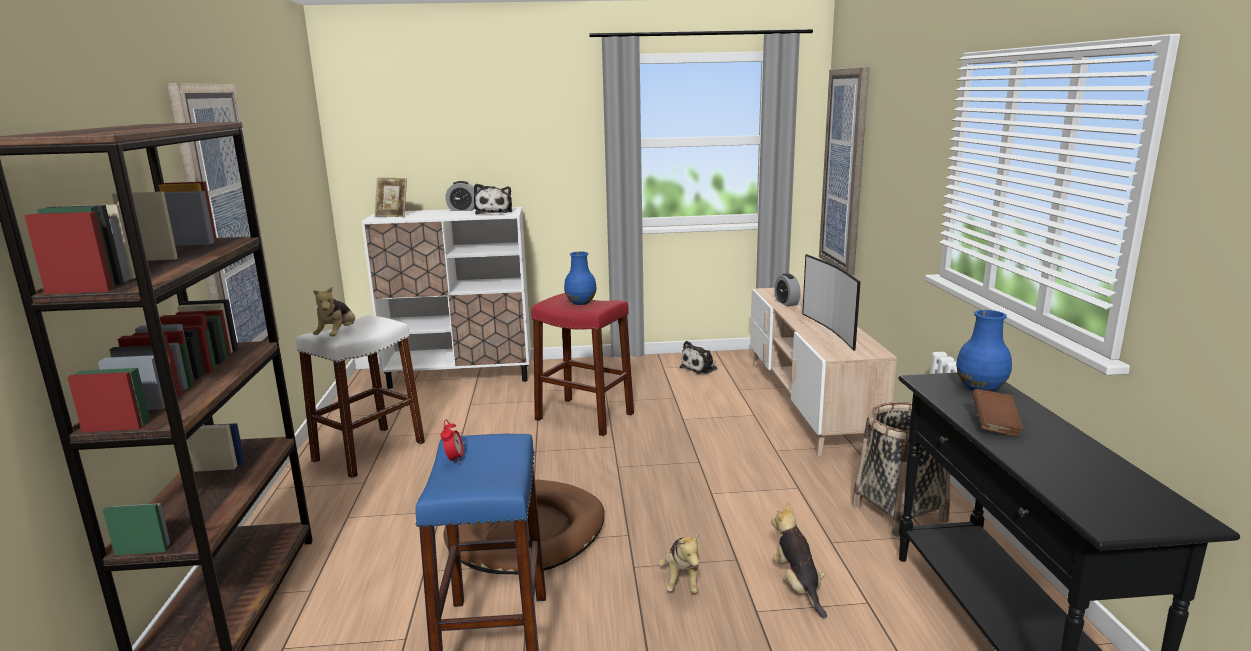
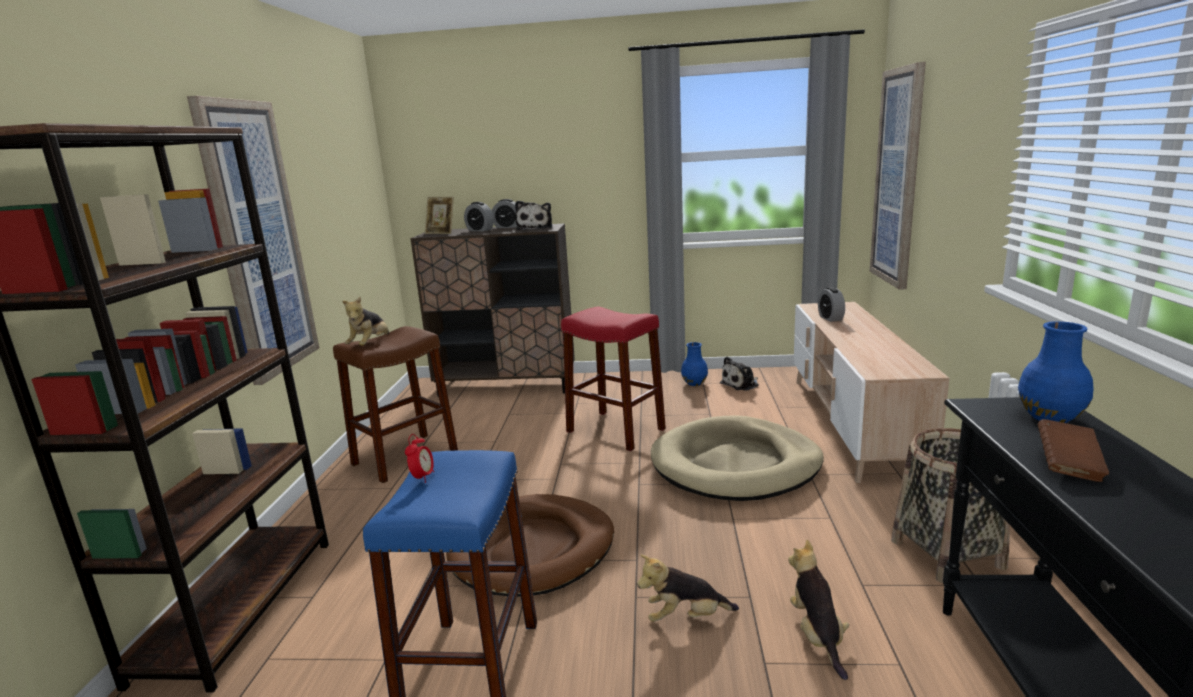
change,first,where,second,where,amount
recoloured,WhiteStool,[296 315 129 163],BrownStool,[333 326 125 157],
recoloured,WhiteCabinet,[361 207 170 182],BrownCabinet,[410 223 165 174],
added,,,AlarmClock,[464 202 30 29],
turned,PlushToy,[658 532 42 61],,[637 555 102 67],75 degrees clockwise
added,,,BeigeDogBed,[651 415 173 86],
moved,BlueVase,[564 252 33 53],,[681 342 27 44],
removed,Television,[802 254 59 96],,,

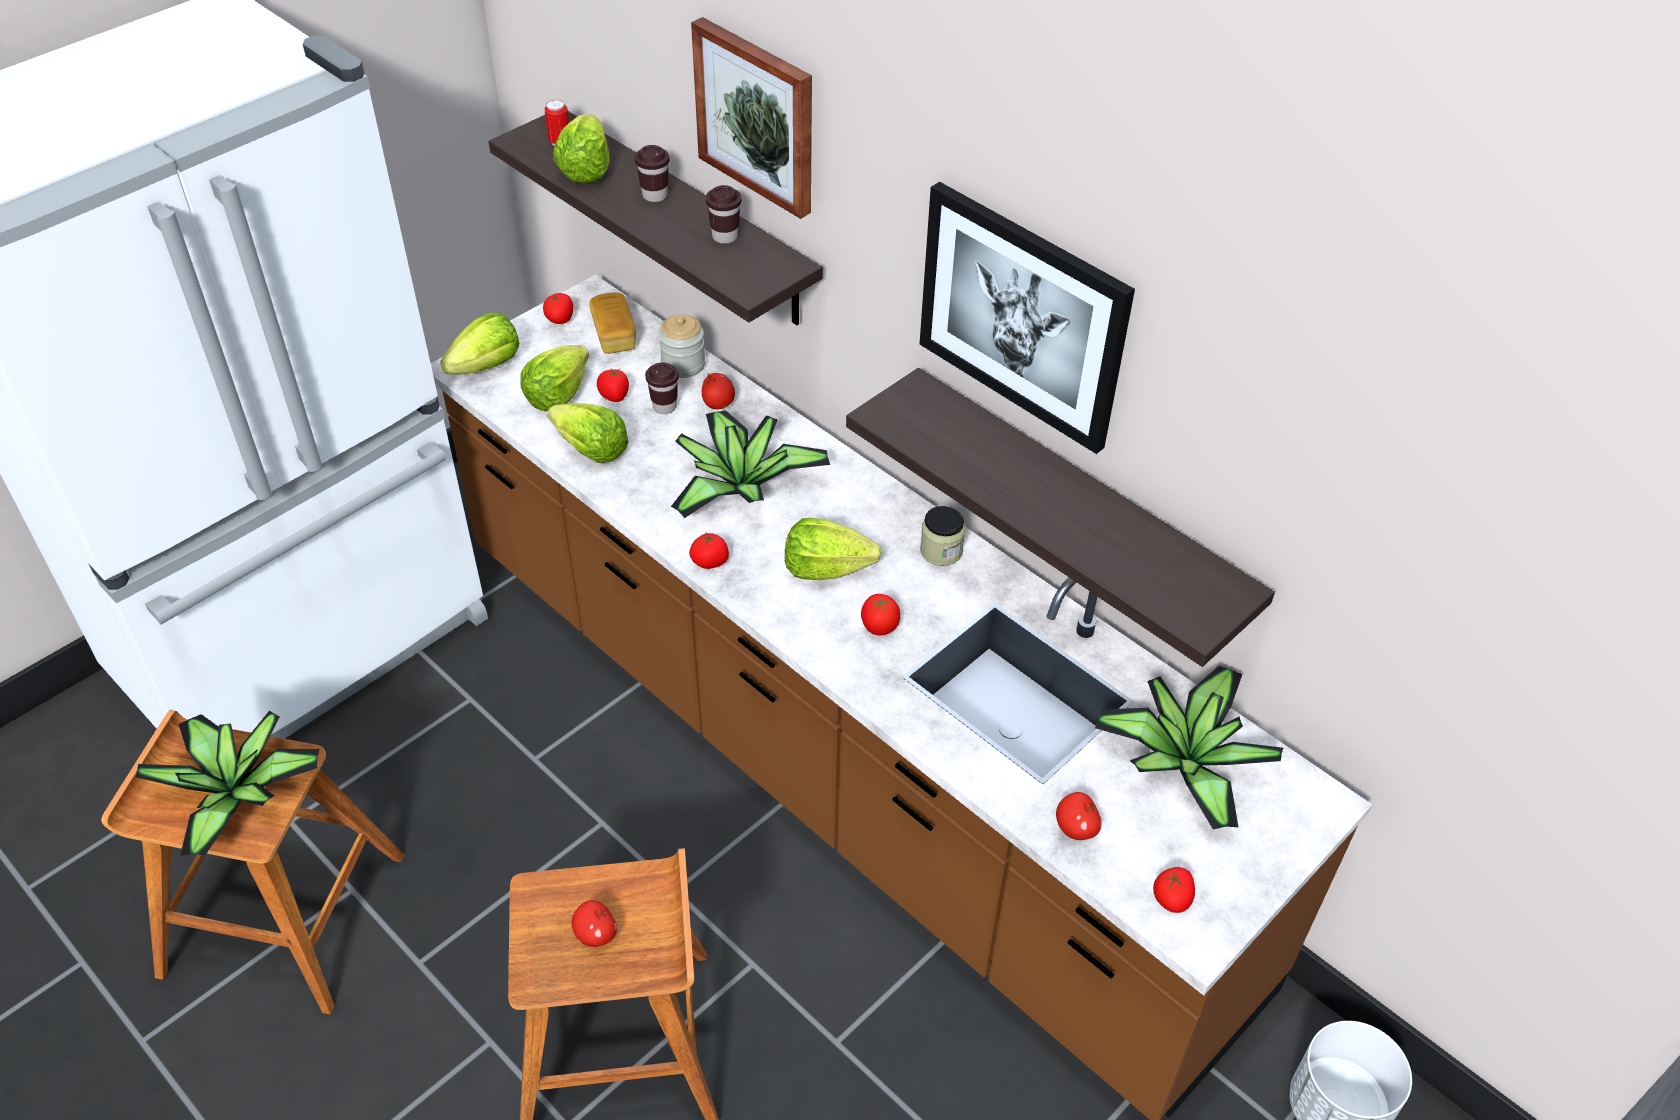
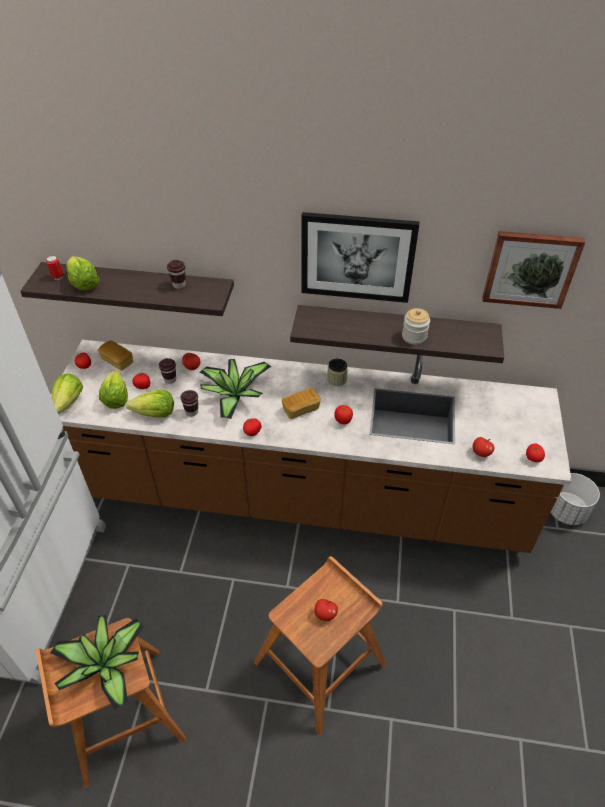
change,first,where,second,where,amount
moved,BrownCup,[635 145 35 57],,[180 390 18 26],
replaced,Lettuce,[785 518 97 62],Bread,[282 388 39 31],
moved,Jar,[659 314 46 64],,[402 308 28 37],
moved,Picture,[691 17 121 202],,[482 231 103 78],
removed,PottedPlant,[1095 666 188 164],,,

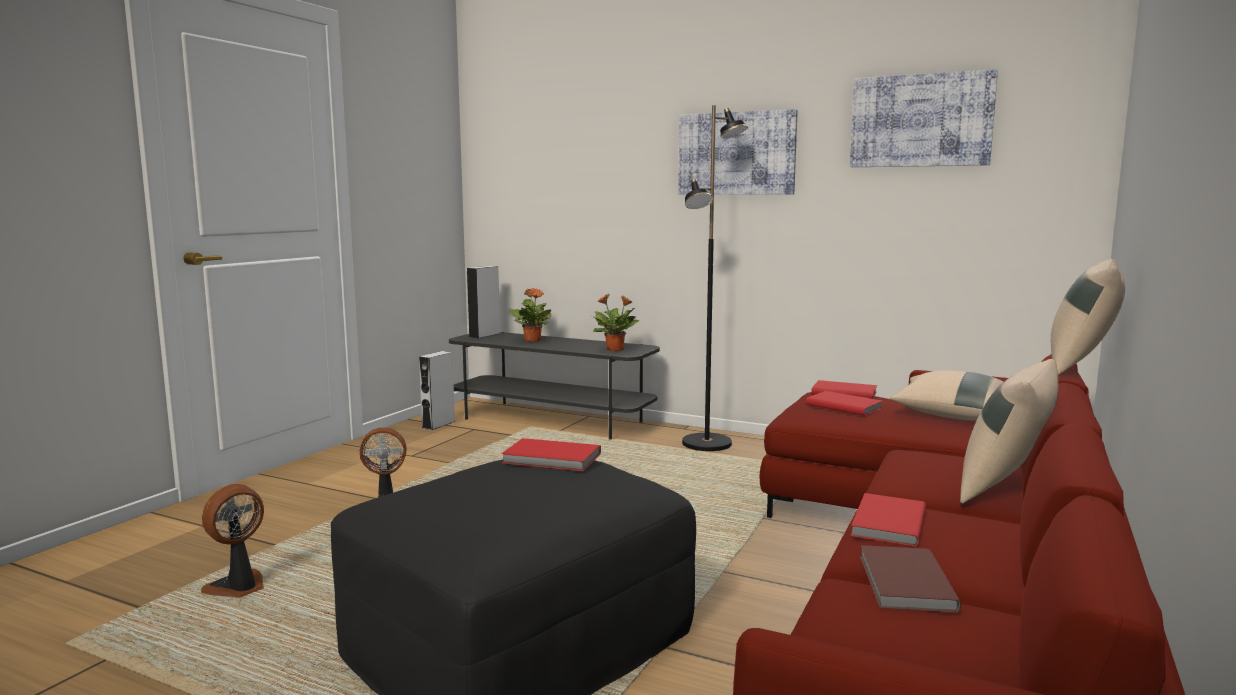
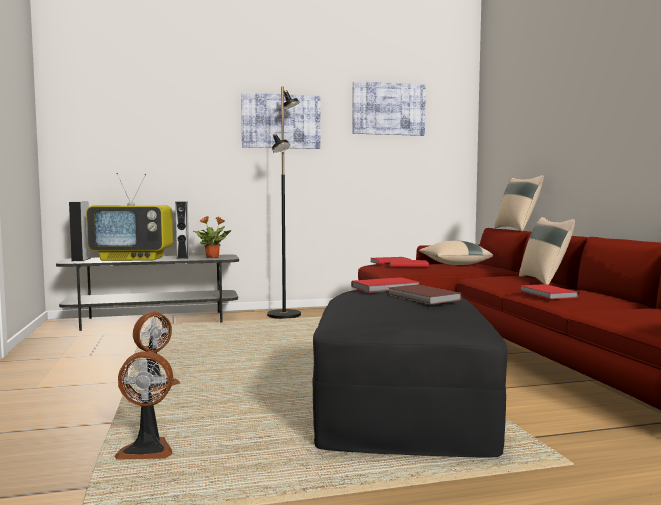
change,first,where,second,where,amount
replaced,PottedPlant,[509 288 42 54],Television,[86 173 87 88],
turned,Fan,[201 484 63 114],,[115 351 58 109],90 degrees counterclockwise
moved,GreySpeaker,[419 351 36 79],,[175 202 14 57],
moved,BrownBook,[860 545 102 68],,[388 284 75 21],

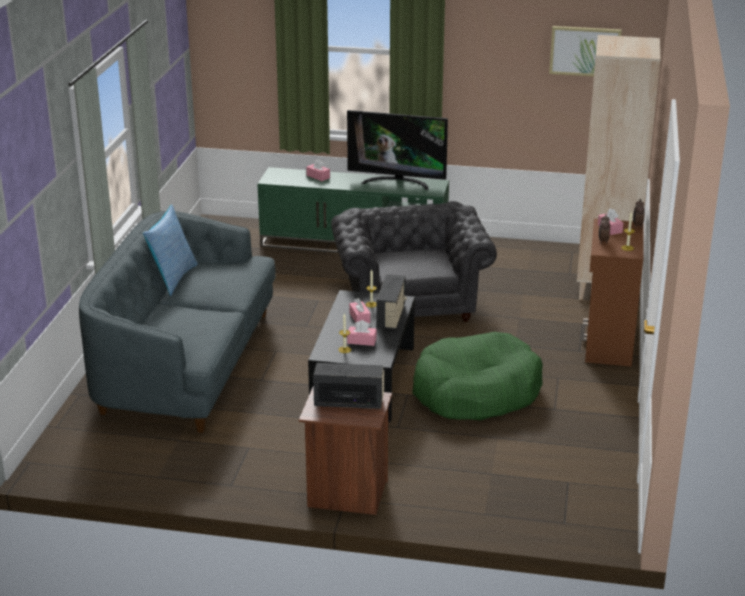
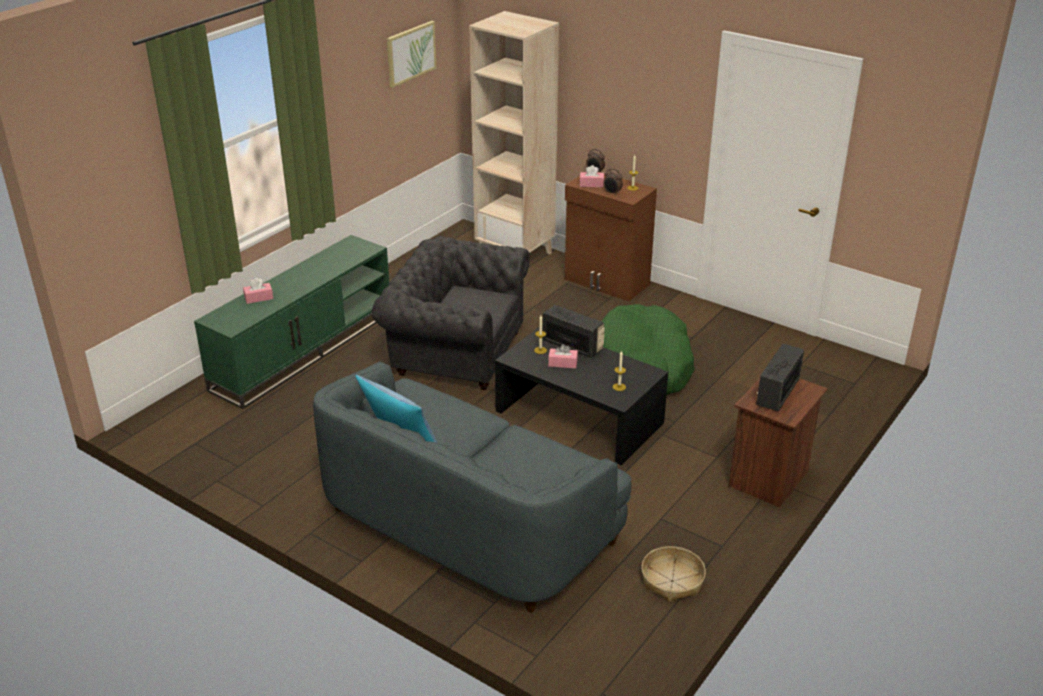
change,first,where,second,where,amount
added,,,Basket,[641 546 65 56],
removed,Television,[347 110 101 80],,,
removed,PinkTissueBox,[347 320 30 26],,,

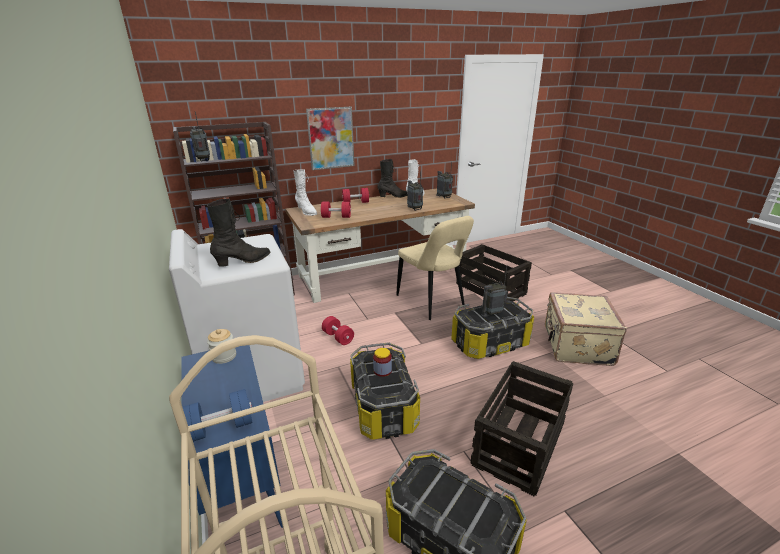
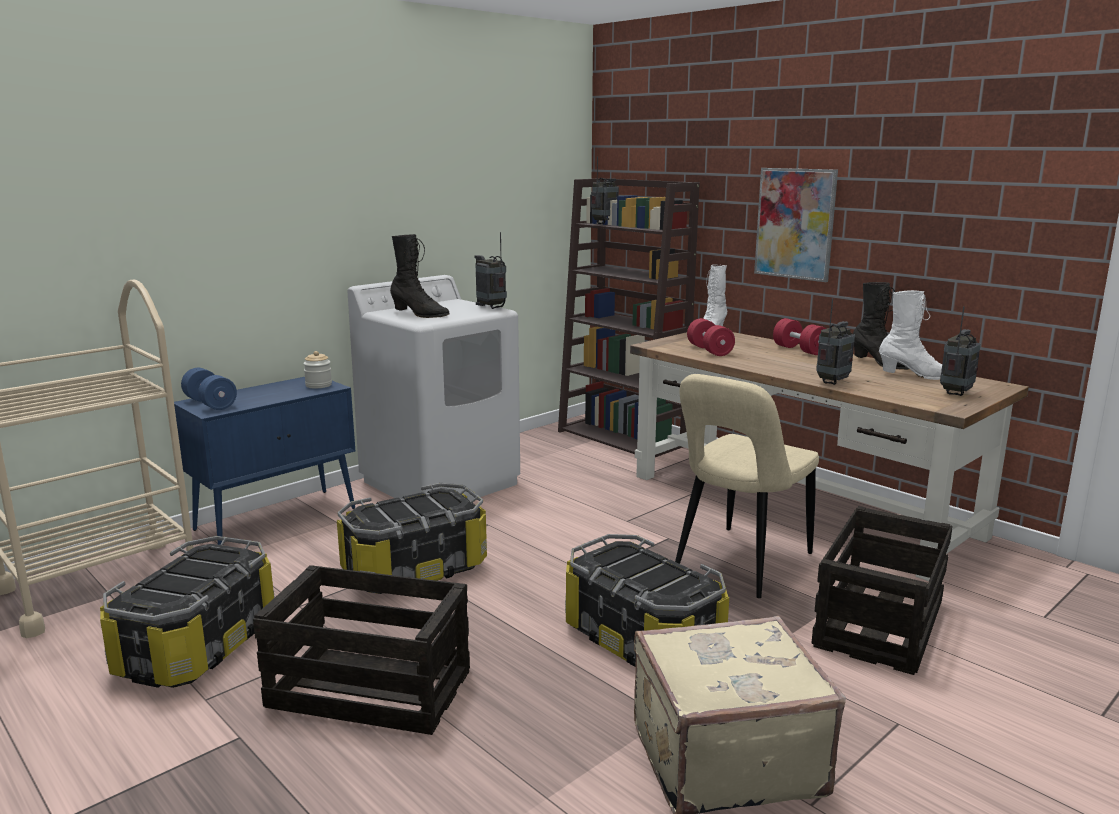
change,first,where,second,where,amount
moved,Radio,[481 266 27 52],,[474 232 33 77],
removed,RedDumbbell,[322 316 32 29],,,
removed,Jar,[373 348 19 29],,,

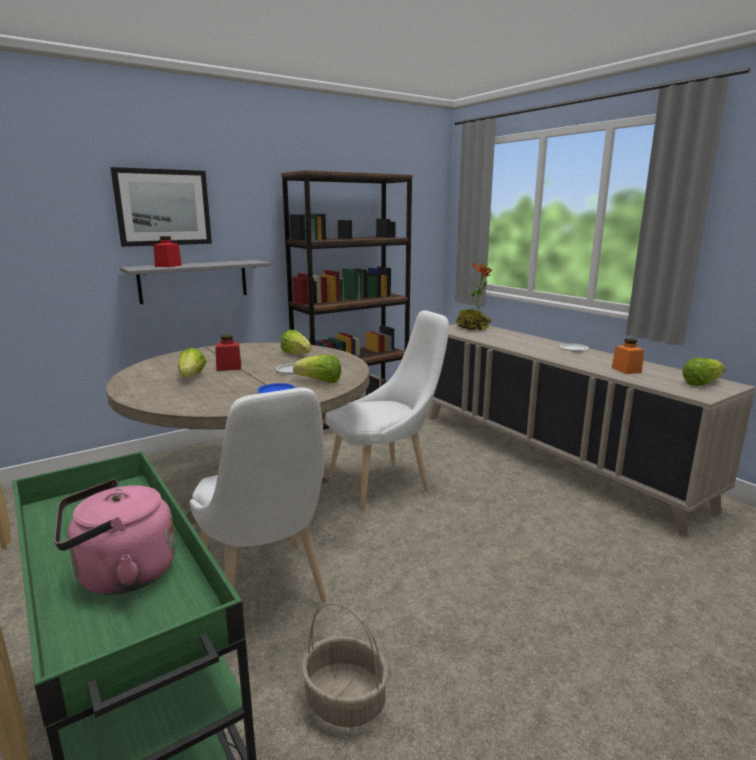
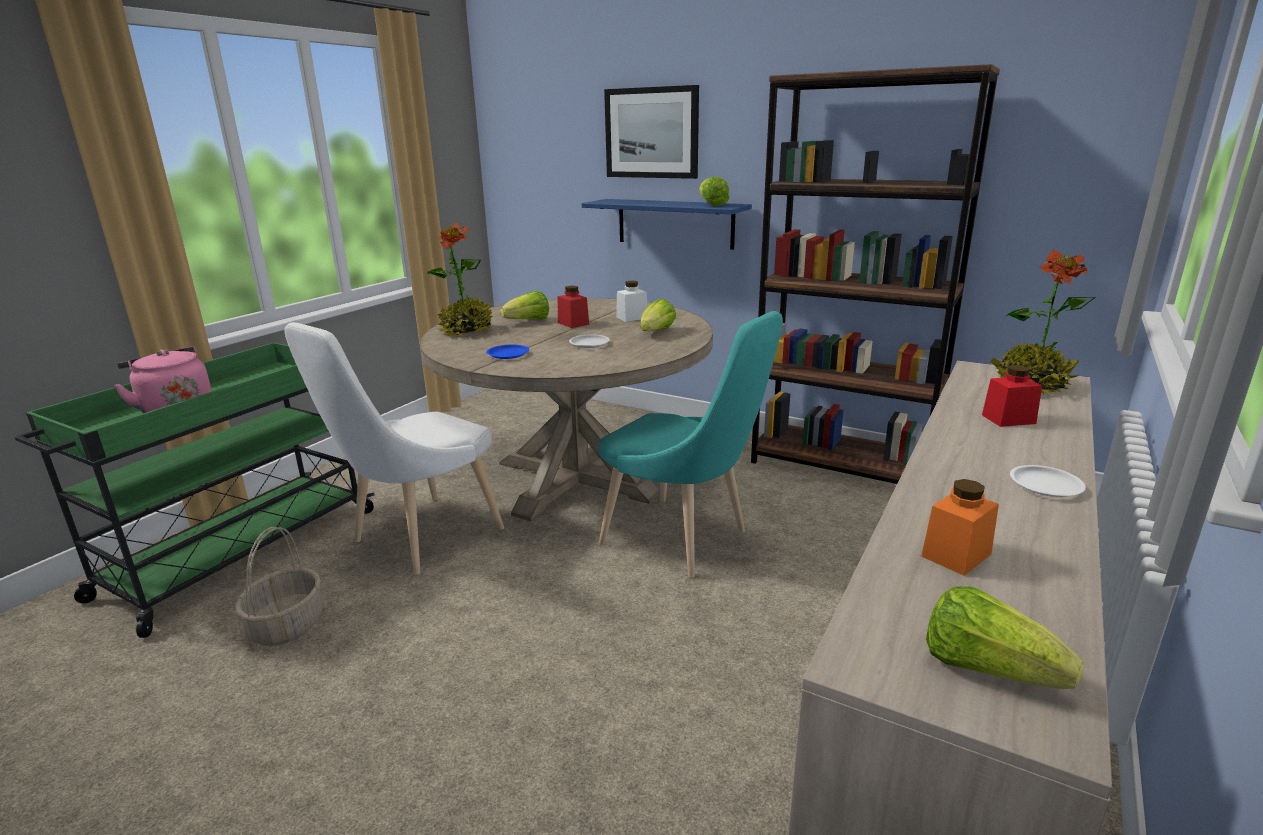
change,first,where,second,where,amount
added,,,PottedPlant,[427 223 66 114],
recoloured,GreyShelf,[120 260 151 44],BlueShelf,[582 199 170 51],
recoloured,WhiteChair,[325 310 124 202],TurquoiseChair,[598 311 185 267],
added,,,WhiteJar,[616 281 32 41],
moved,Lettuce,[293 354 48 29],,[699 176 30 30],
moved,RedJar,[154 236 28 31],,[982 365 60 62],

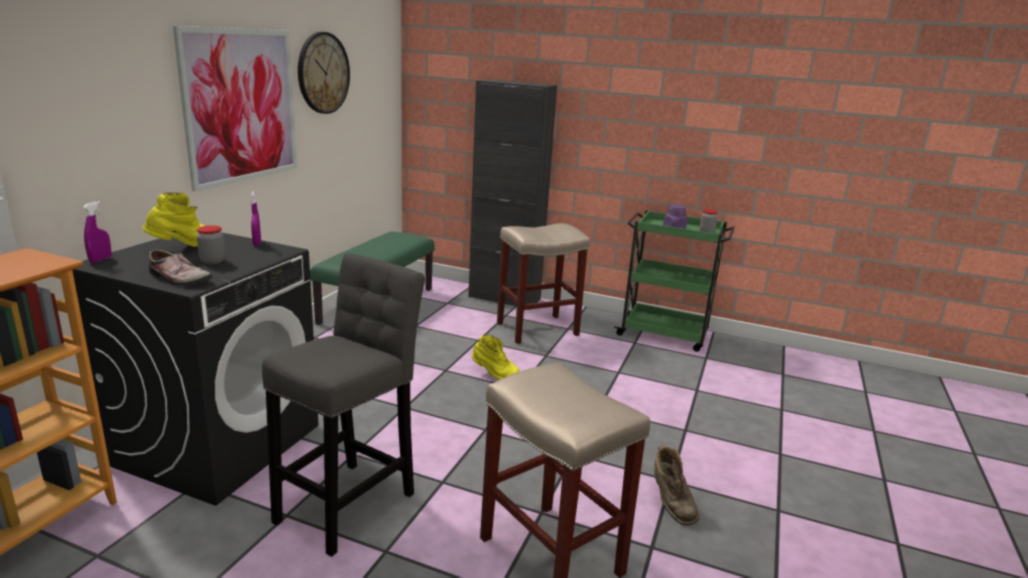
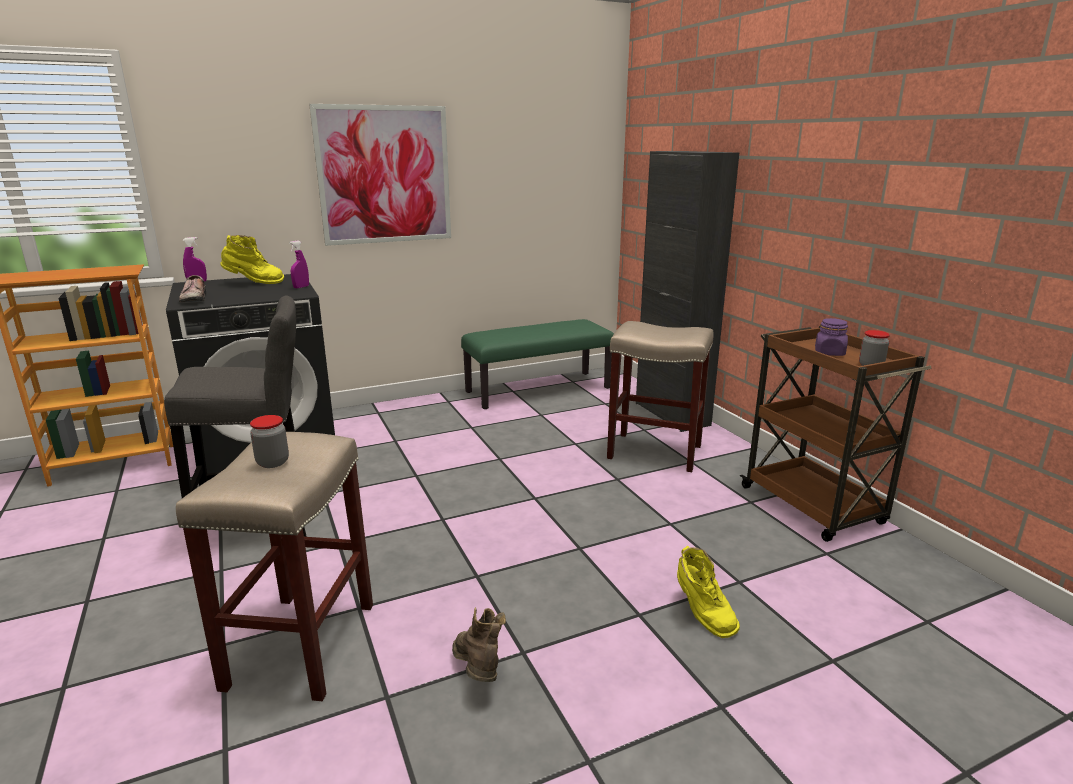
change,first,where,second,where,amount
moved,Jar,[197 225 28 39],,[250 415 39 53],
turned,BrownBoot,[654 445 46 80],,[452 607 54 75],135 degrees clockwise
moved,YellowBoot,[472 335 48 45],,[677 546 63 92],
recoloured,GreenCart,[614 210 121 142],BrownCart,[740 326 192 216],
removed,WallClock,[298 32 52 82],,,

